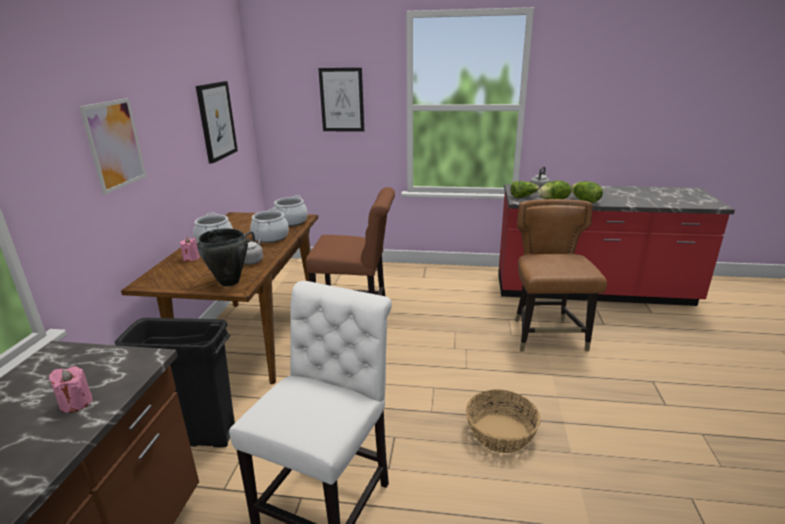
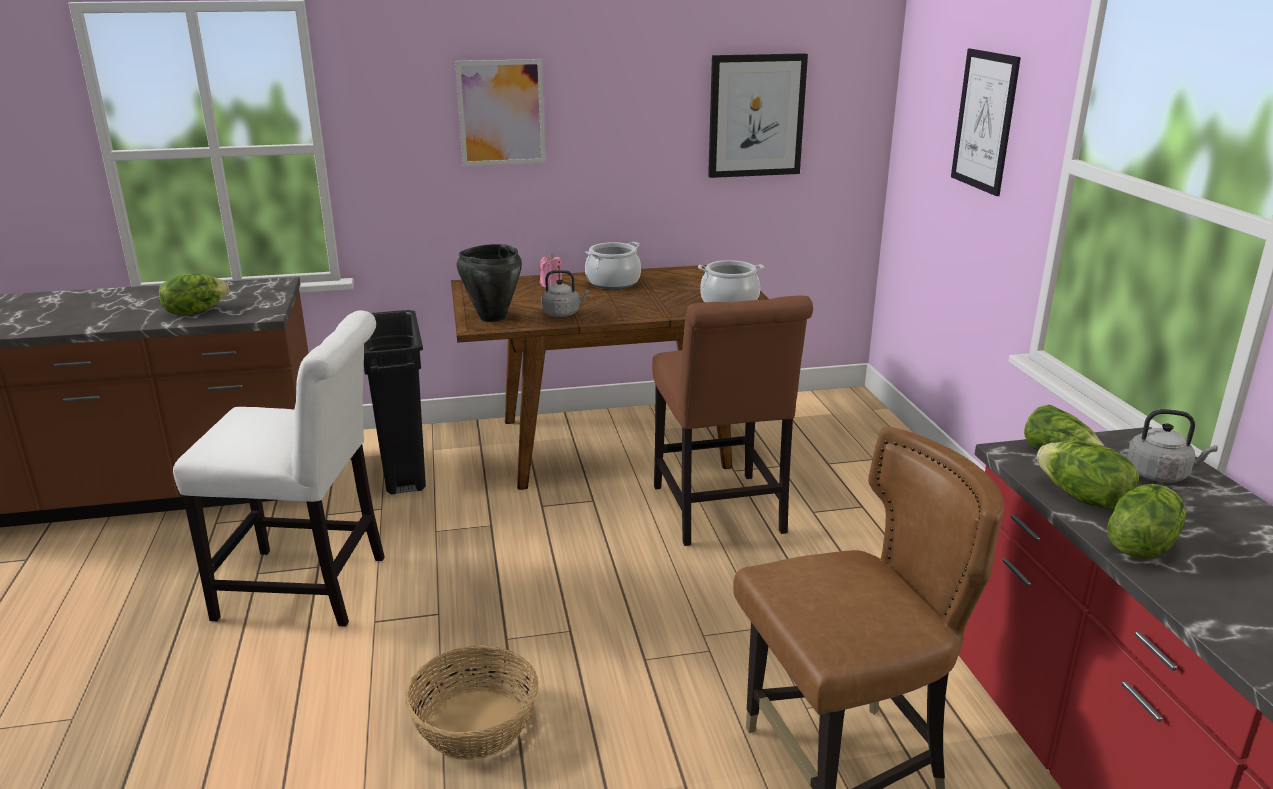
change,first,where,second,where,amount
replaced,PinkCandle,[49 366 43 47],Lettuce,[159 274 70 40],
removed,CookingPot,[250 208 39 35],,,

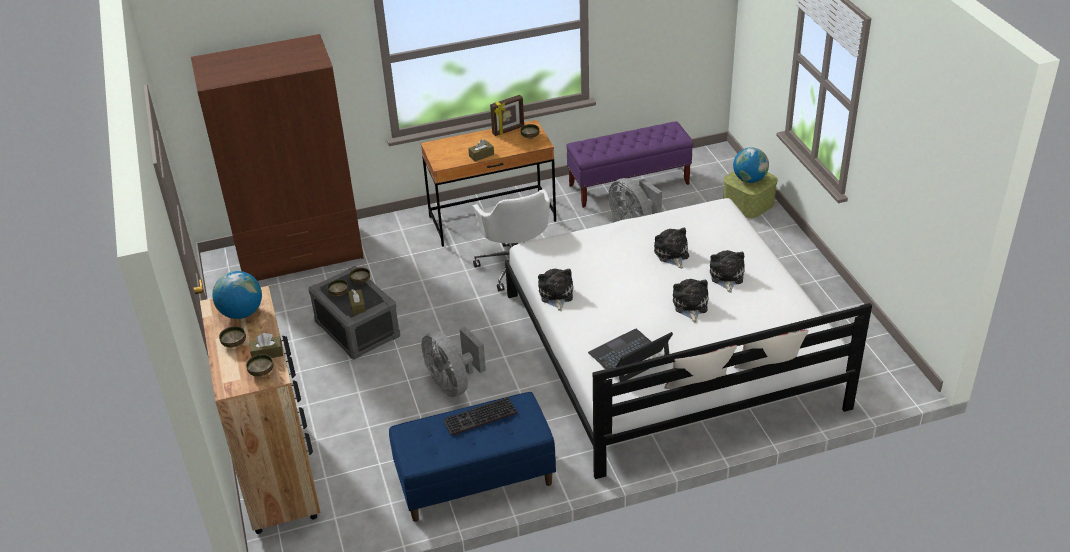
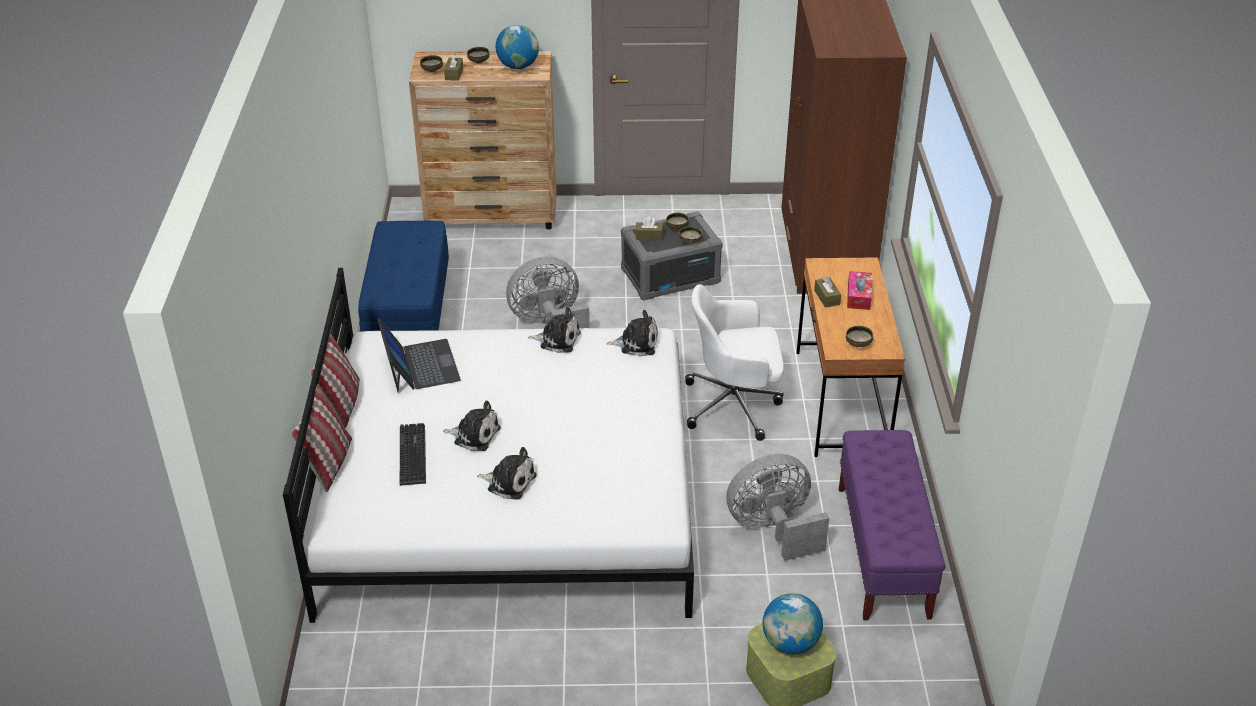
change,first,where,second,where,amount
moved,Keyboard,[444 397 73 39],,[400 423 26 63],
moved,PlushToy,[654 228 35 41],,[606 310 52 46],
added,,,TissueBox,[847 271 25 39],
removed,PictureFrame,[490 95 34 41],,,

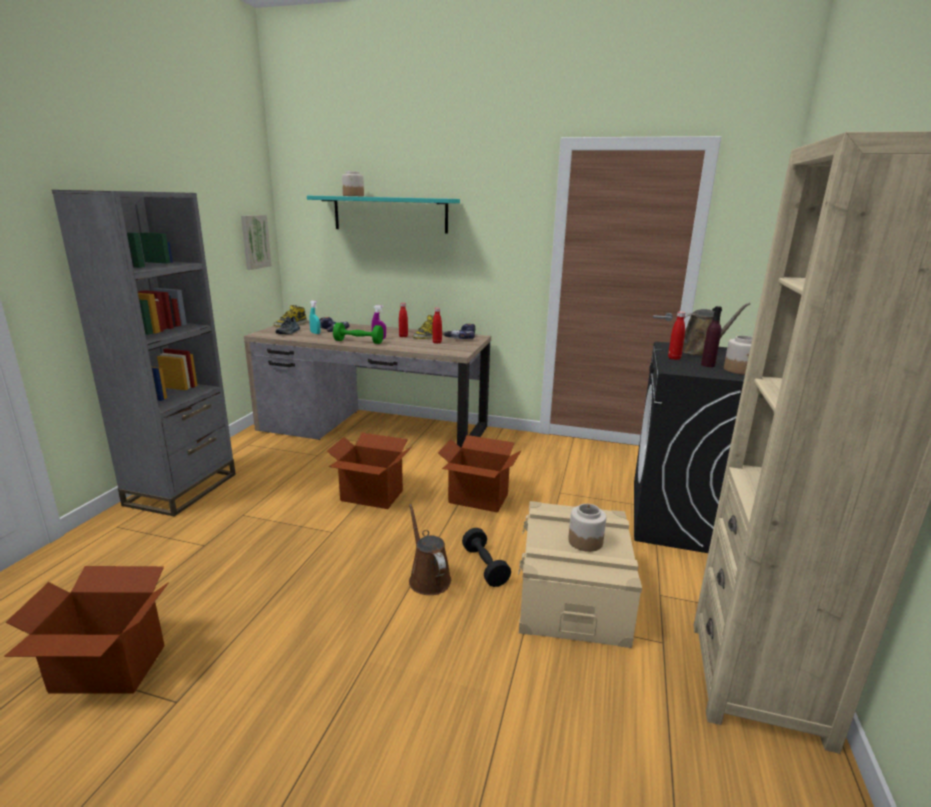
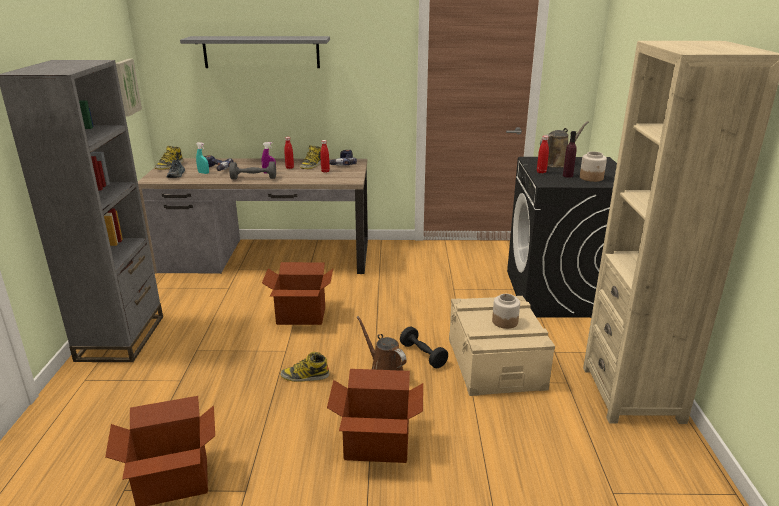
change,first,where,second,where,amount
recoloured,TurquoiseShelf,[307 196 153 37],GreyShelf,[180 36 150 32],
recoloured,GreenDumbbell,[333 323 51 21],GreyDumbbell,[229 161 47 18],
added,,,Boot,[280 352 50 30],
moved,CardboardBox,[438 435 84 78],,[327 369 96 94],
removed,Jar,[342 171 22 25],,,

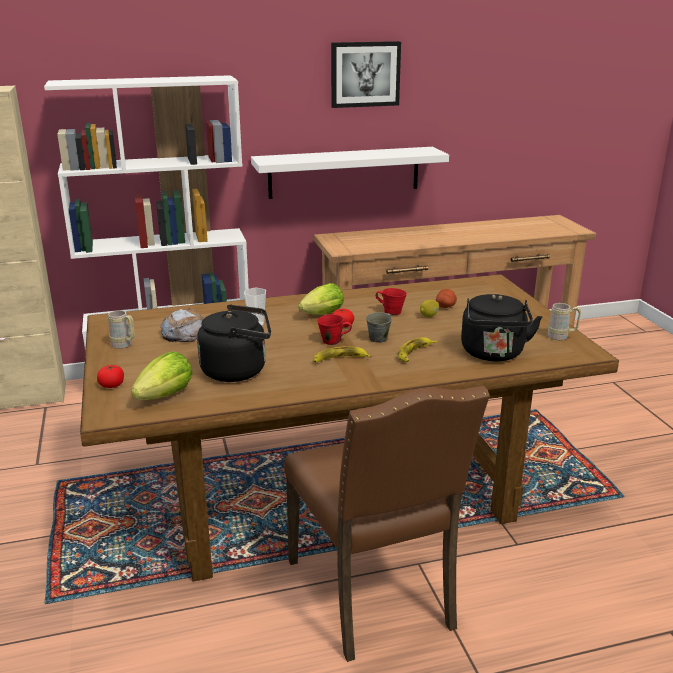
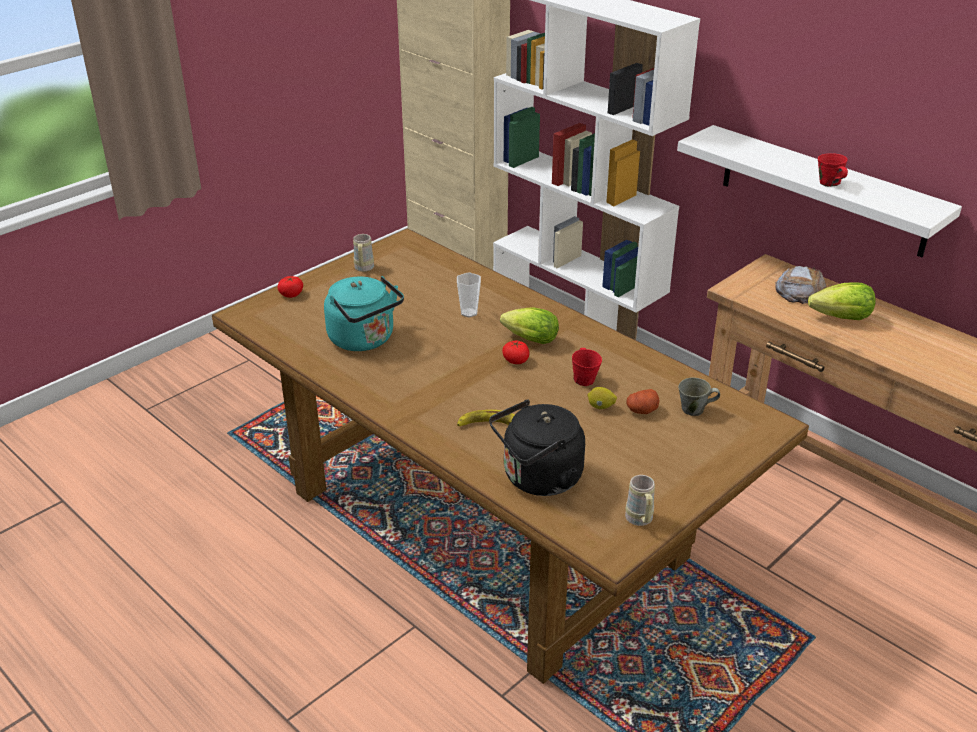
change,first,where,second,where,amount
recoloured,BlackKettle,[197 304 74 78],TurquoiseKettle,[324 276 80 75],
moved,GreyMug,[366 312 26 31],,[678 377 42 39],
moved,Bread,[160 308 44 34],,[775 266 51 38],
moved,Lettuce,[131 351 62 49],,[808 282 68 38],
moved,RedMug,[317 314 35 31],,[818 153 30 34],
removed,BrownChair,[284 385 206 277],,,
removed,Banana,[313 346 59 17],,,
removed,Picture,[331 41 70 67],,,

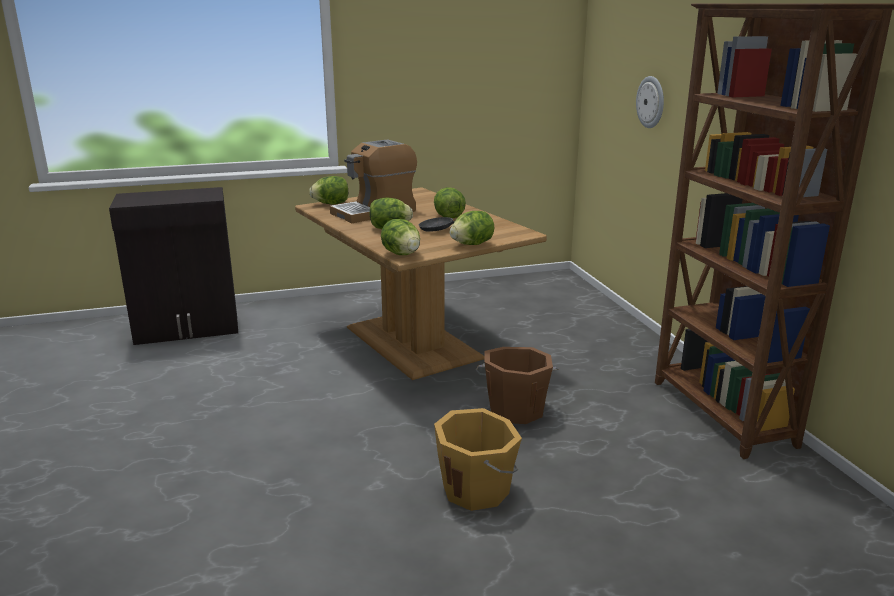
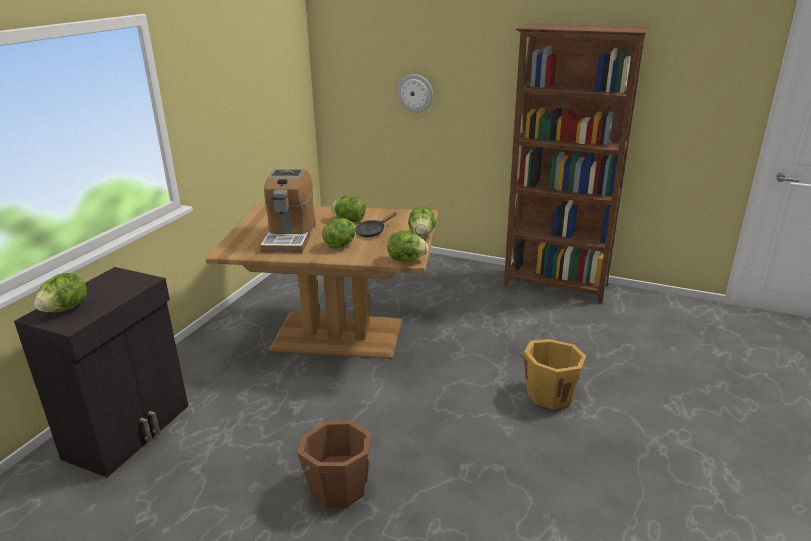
change,first,where,second,where,amount
moved,Lettuce,[309 176 39 29],,[34 273 53 40],
moved,BrownBucket,[476 347 83 77],,[297 420 74 88],

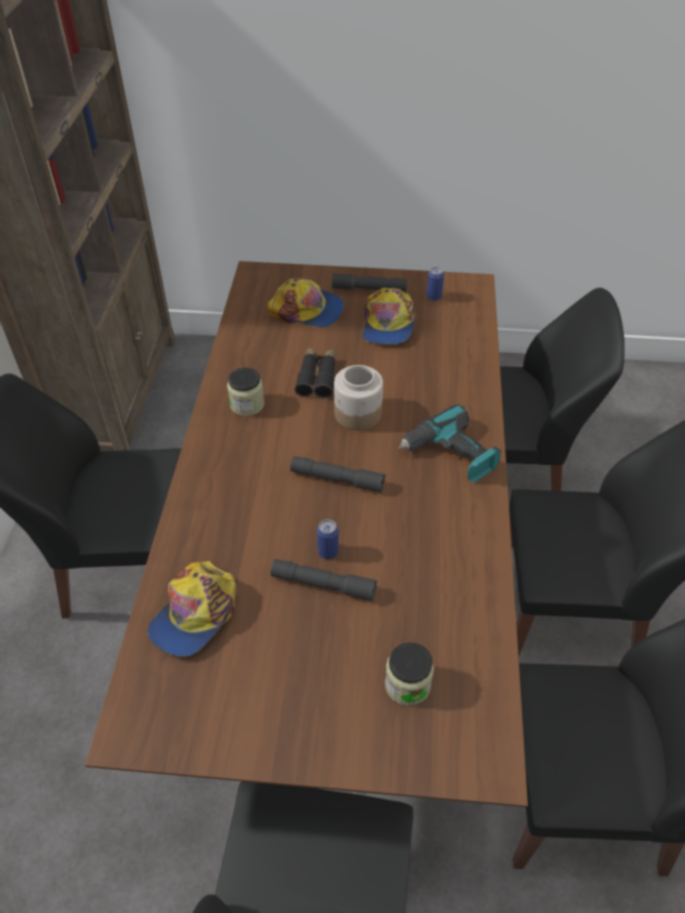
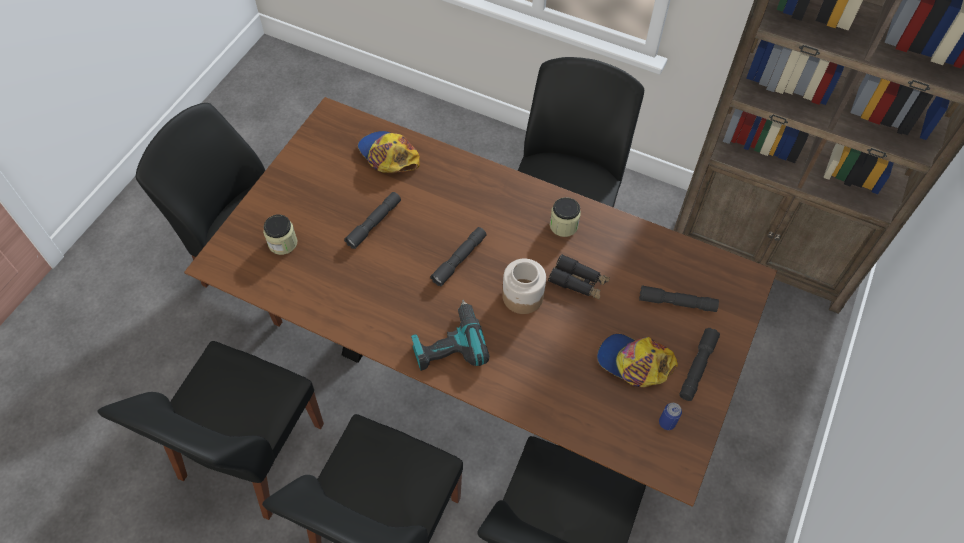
change,first,where,second,where,amount
replaced,Cap,[267 278 77 50],GreyFlashlight,[639 285 80 27],
removed,Can,[317 519 22 40],,,

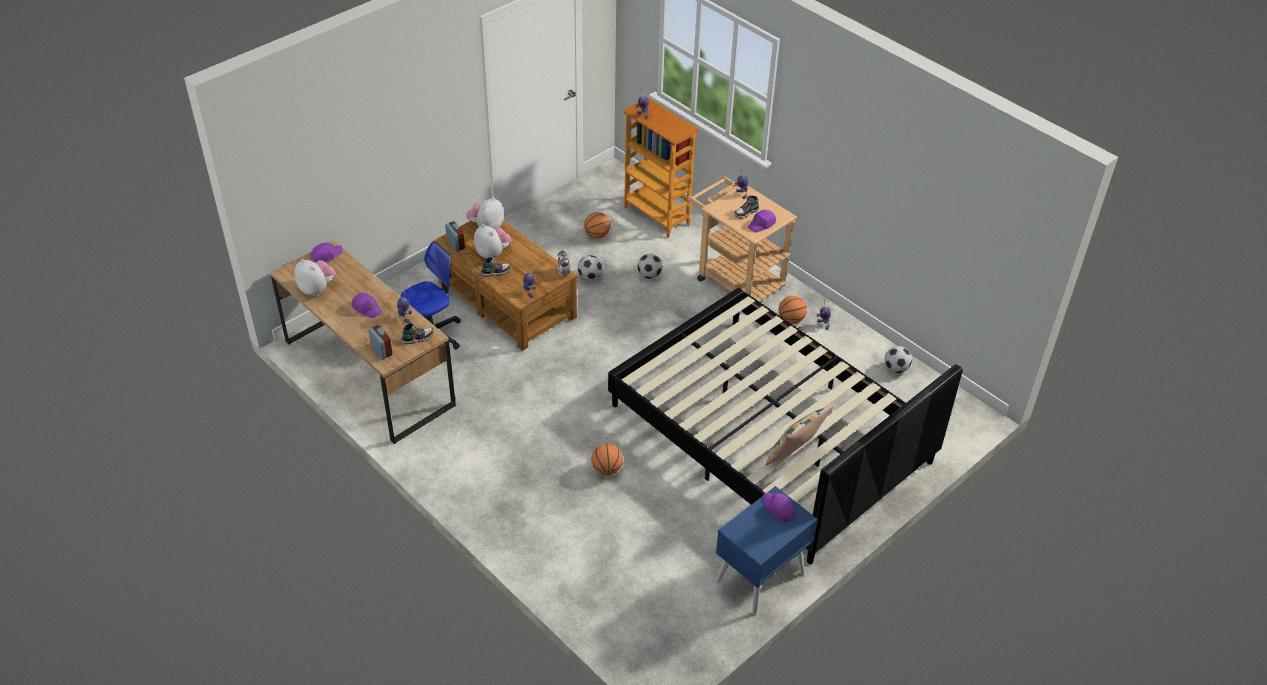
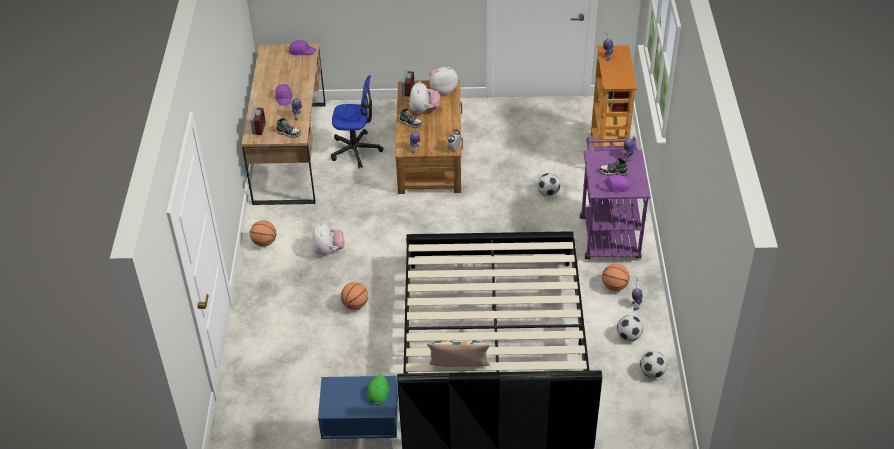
change,first,where,second,where,amount
moved,Basketball,[584 212 27 27],,[250 220 26 27],
moved,PlushToy,[294 259 42 37],,[312 222 32 33],
recoloured,PurpleCap,[762 492 33 30],GreenCap,[367 374 22 31],
recoloured,BeigeCart,[687 176 110 126],PurpleCart,[580 137 71 122],
moved,Football,[578 255 25 26],,[617 315 26 26],

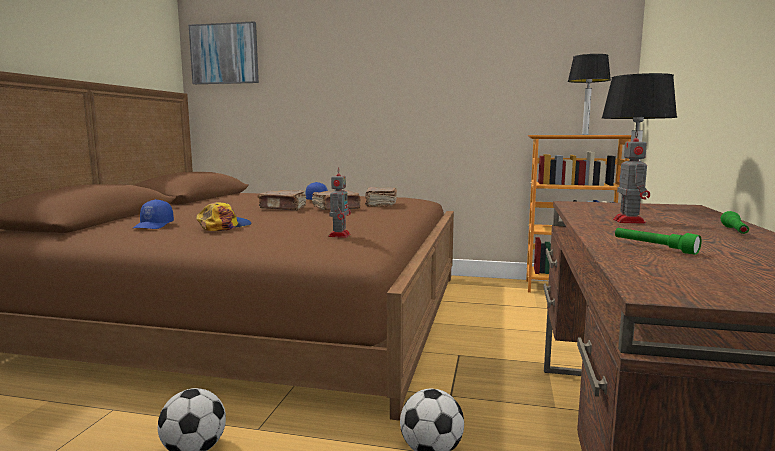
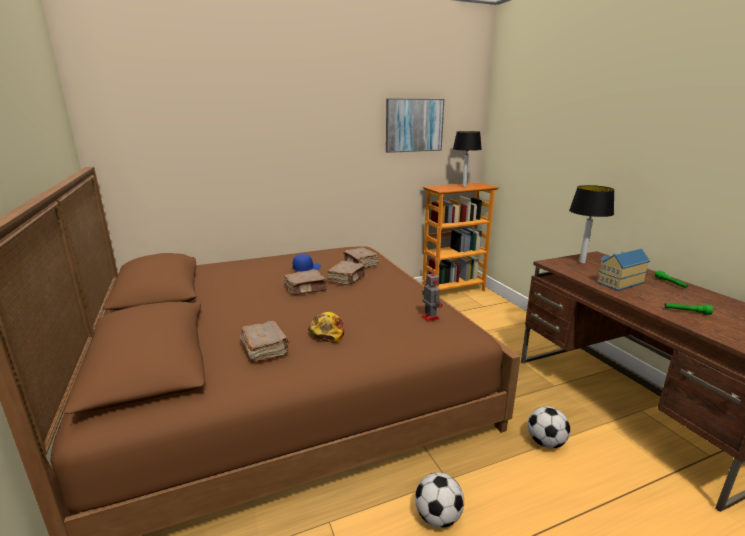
change,first,where,second,where,amount
replaced,BlueCap,[133 199 41 30],BrownBook,[240 321 49 41],
moved,Picture,[189 21 70 63],,[386 98 58 55],
replaced,ToyRobot,[613 130 37 94],ToyHouse,[597 248 53 43],

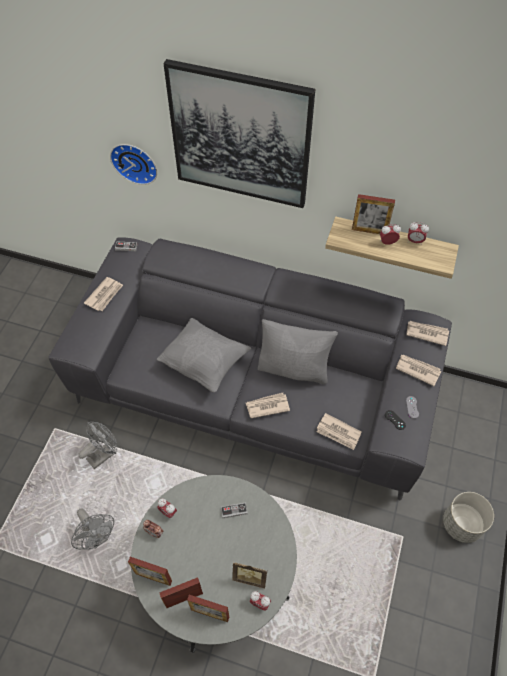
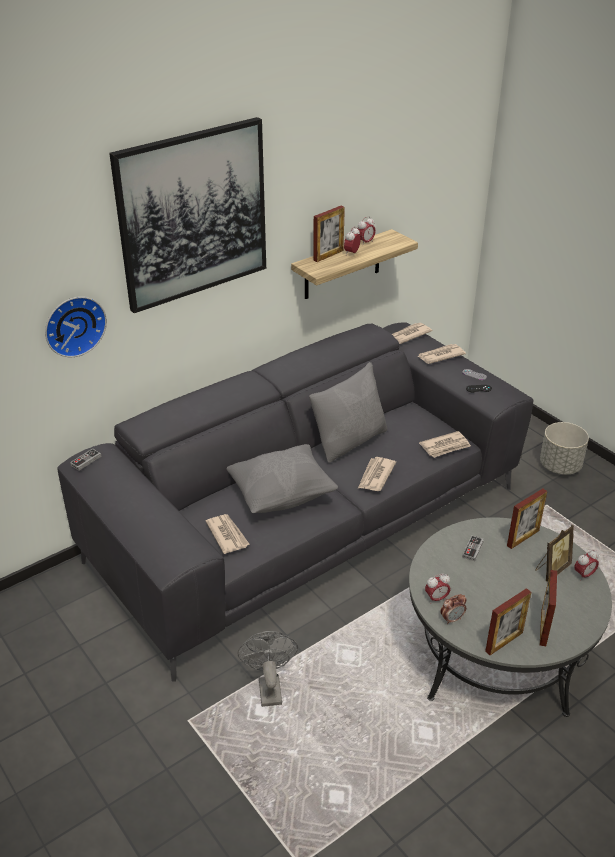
change,first,where,second,where,amount
moved,Newspaper,[84 277 39 34],,[206 514 44 40],
moved,PictureFrame,[187 595 42 27],,[507 489 40 60],
removed,GreyFan,[71 508 43 42],,,

